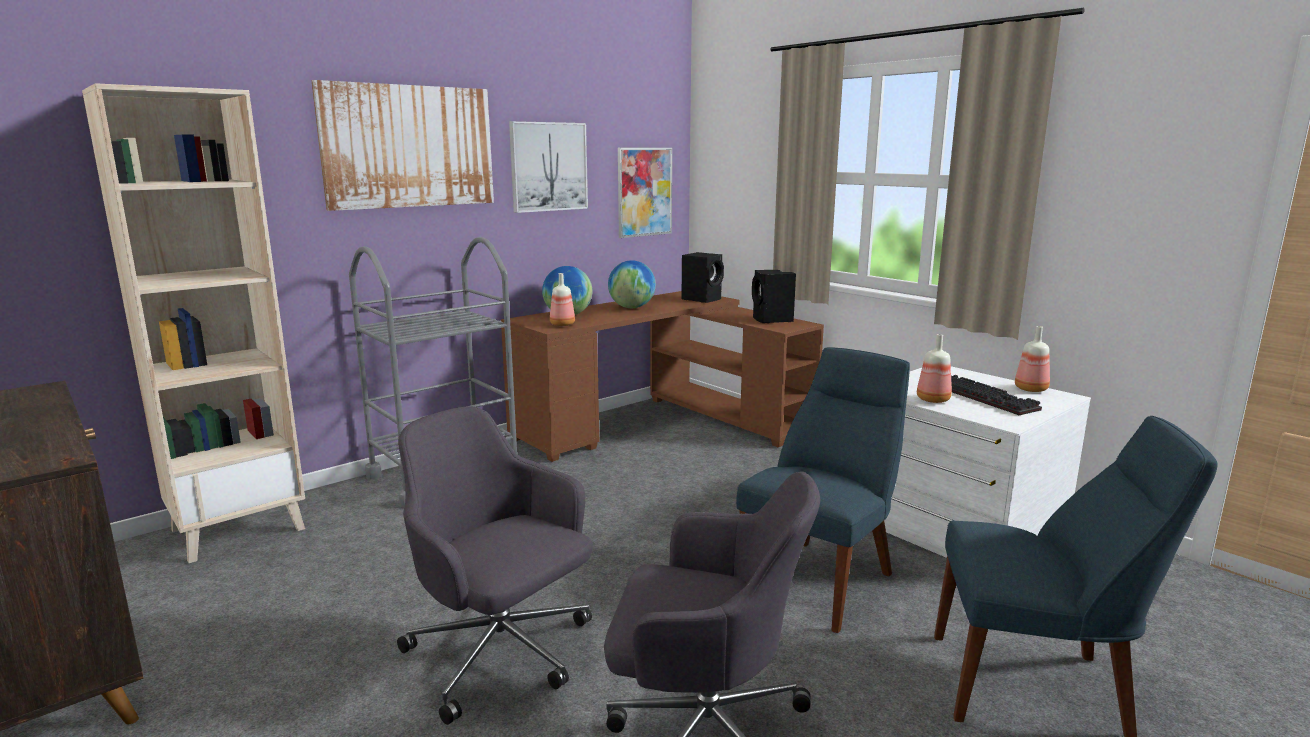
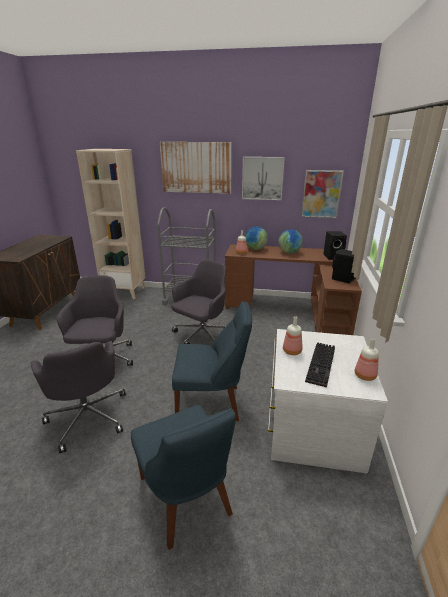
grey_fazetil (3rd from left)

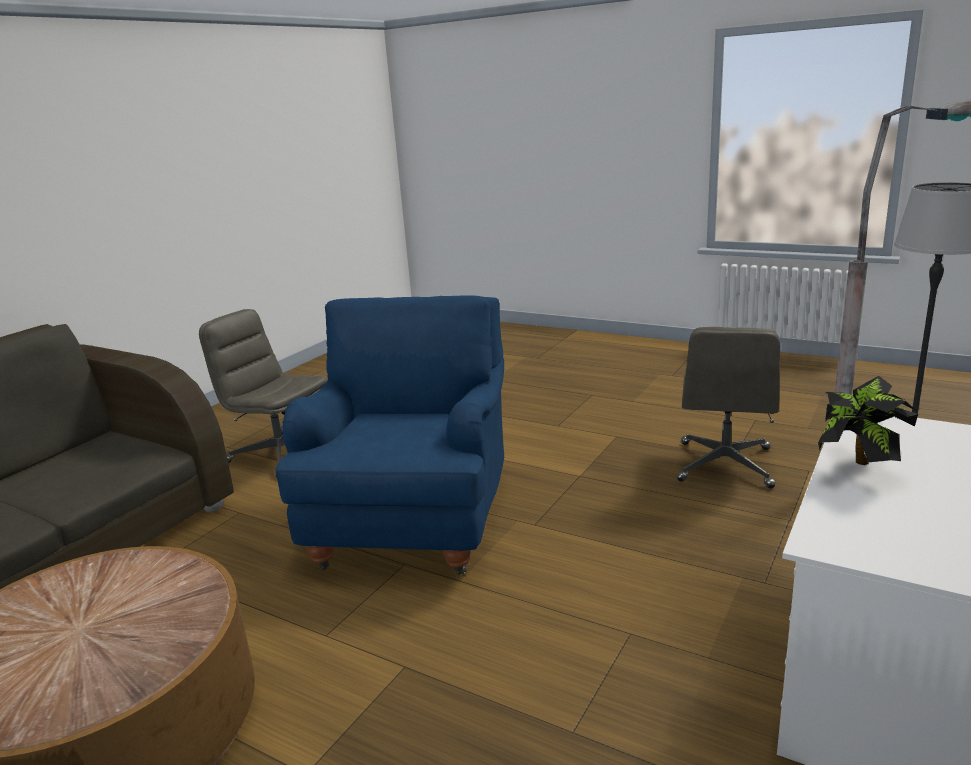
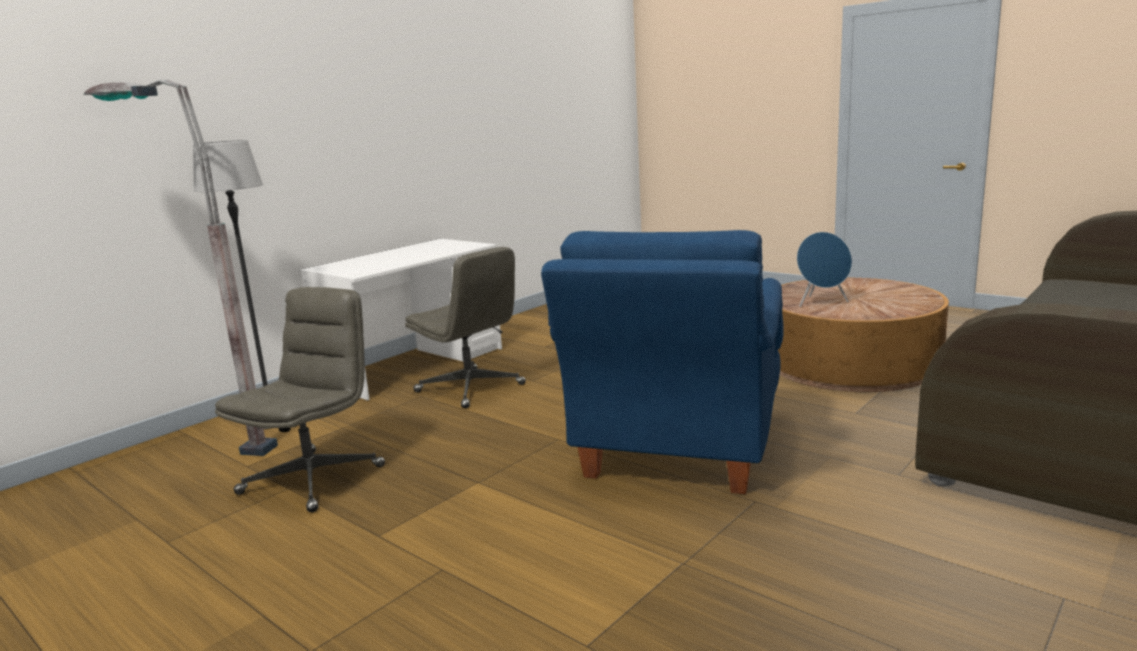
grey_fazetil (2nd from left); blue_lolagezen; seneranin

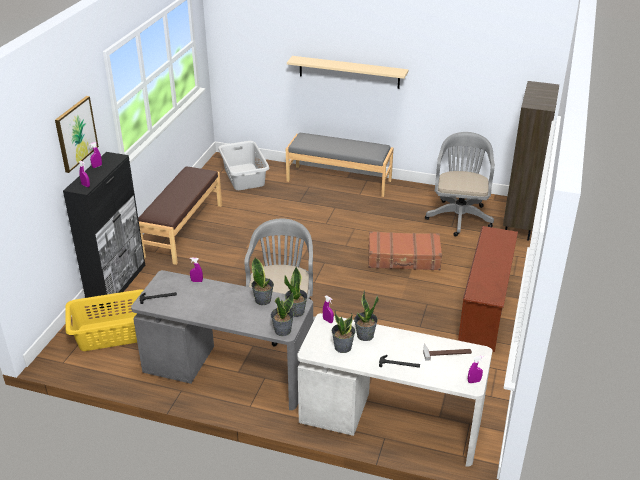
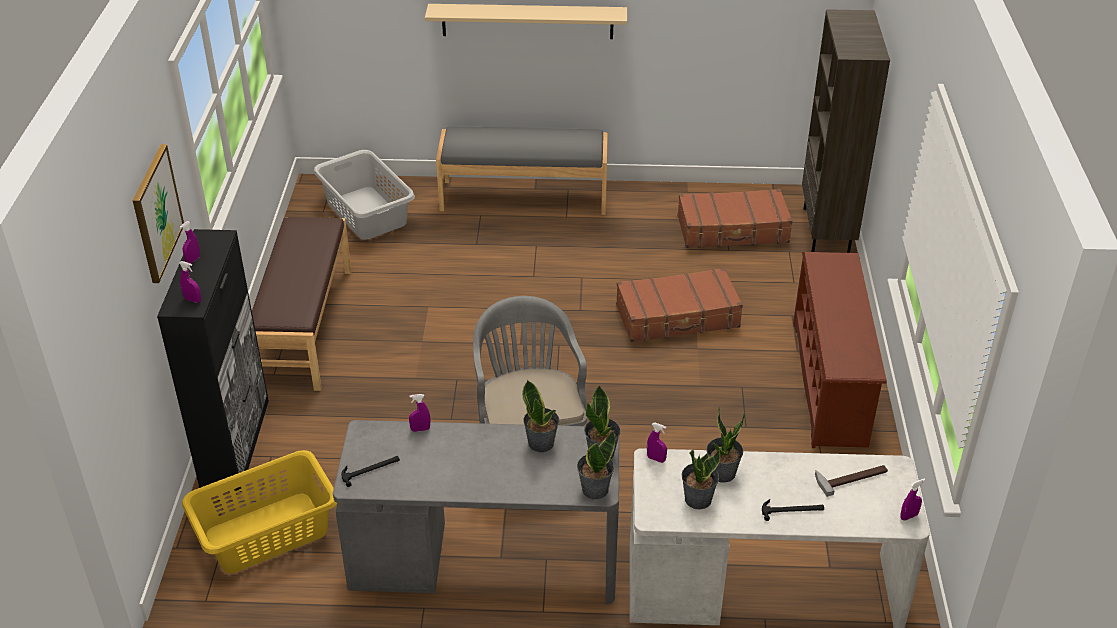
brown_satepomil (2nd from left)

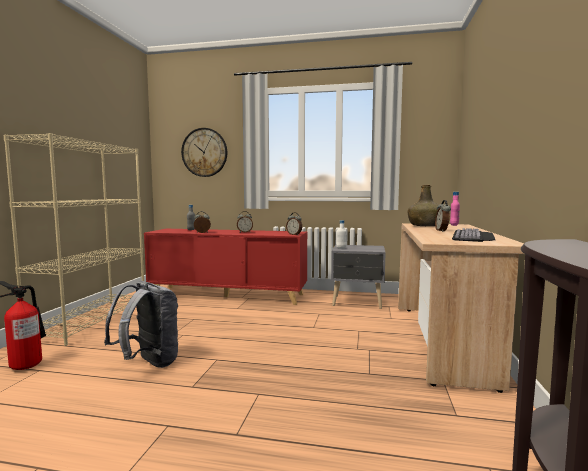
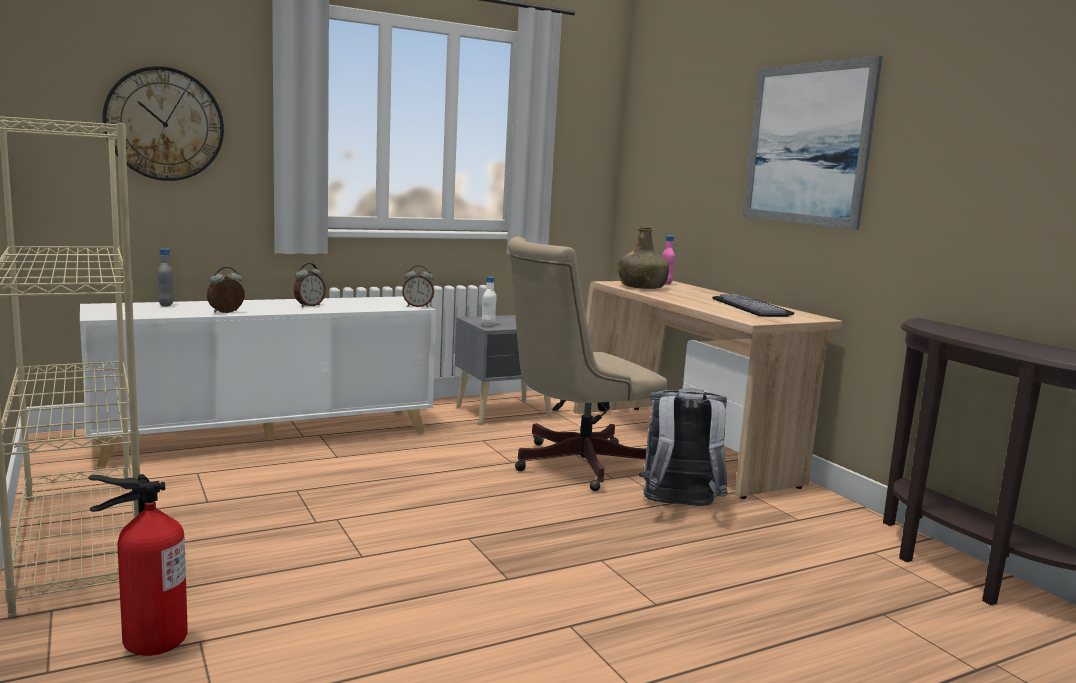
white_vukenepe; beige_fazetil; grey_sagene; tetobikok; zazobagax (4th from left in the first image)

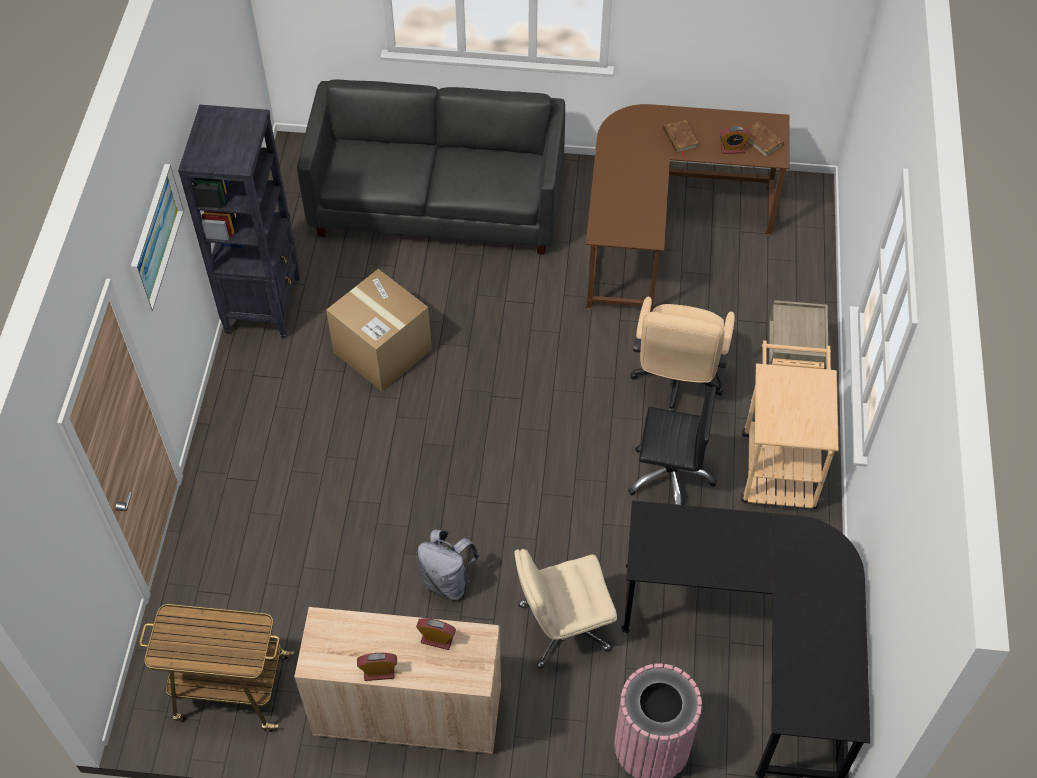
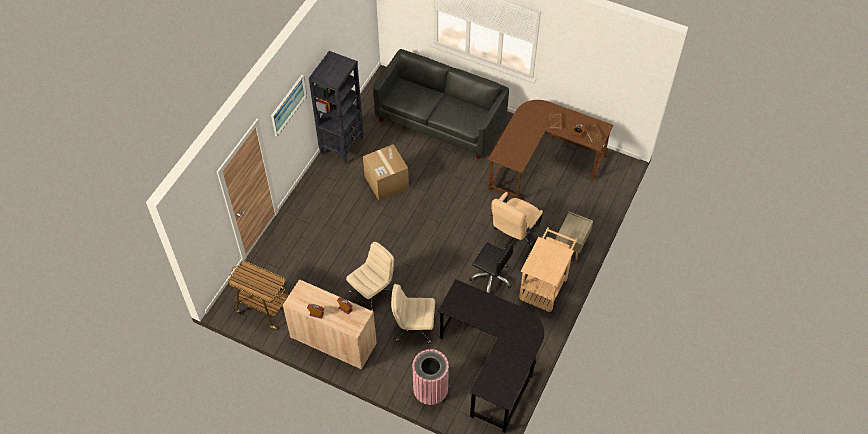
beige_fazetil (1st from left)

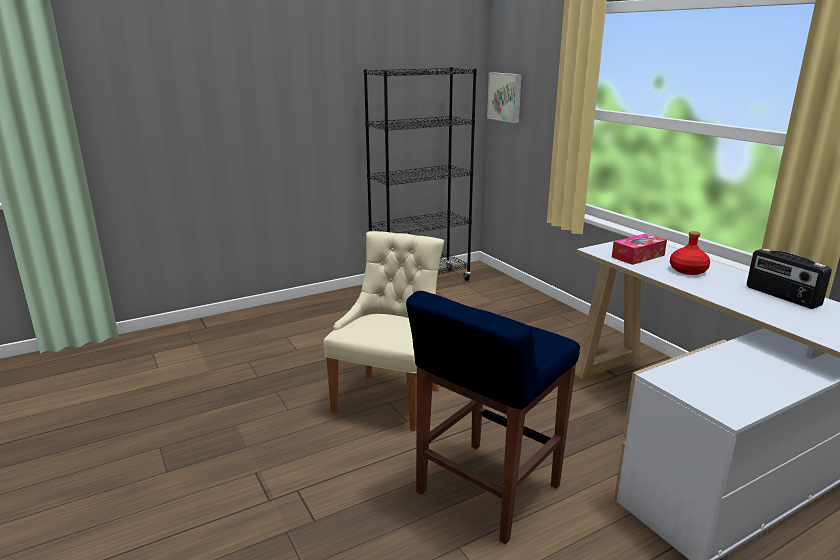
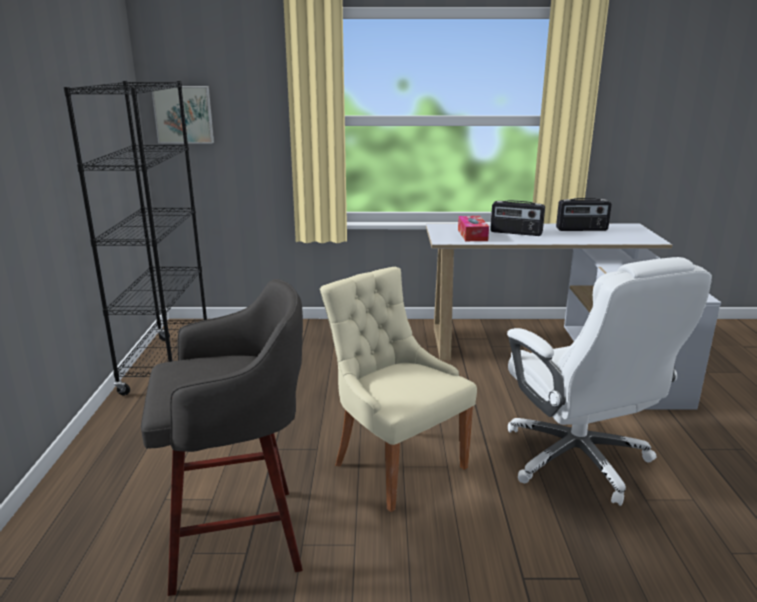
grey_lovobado; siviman (1st from left); white_fazetil

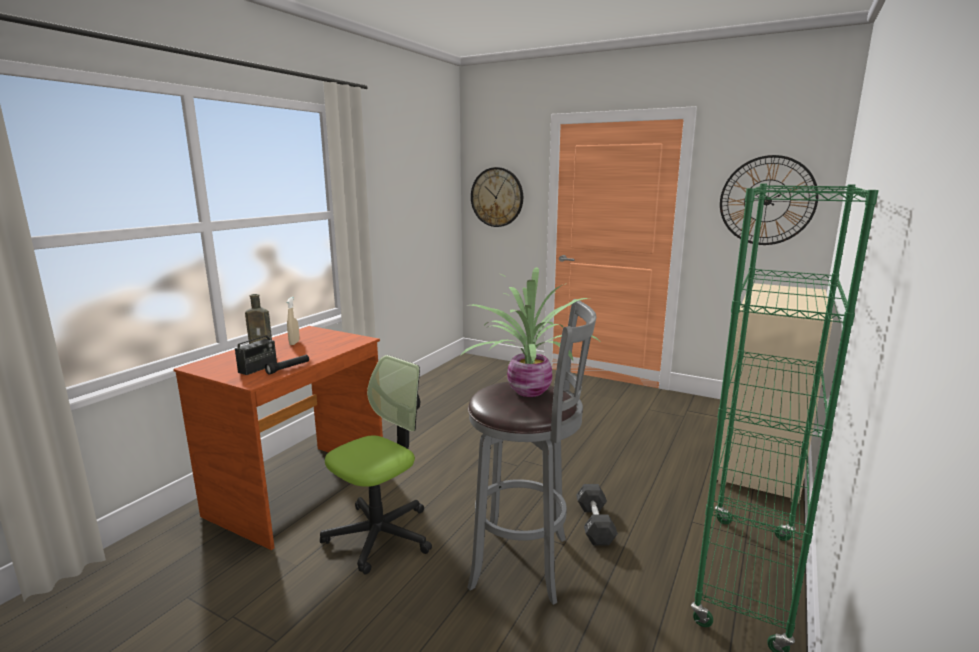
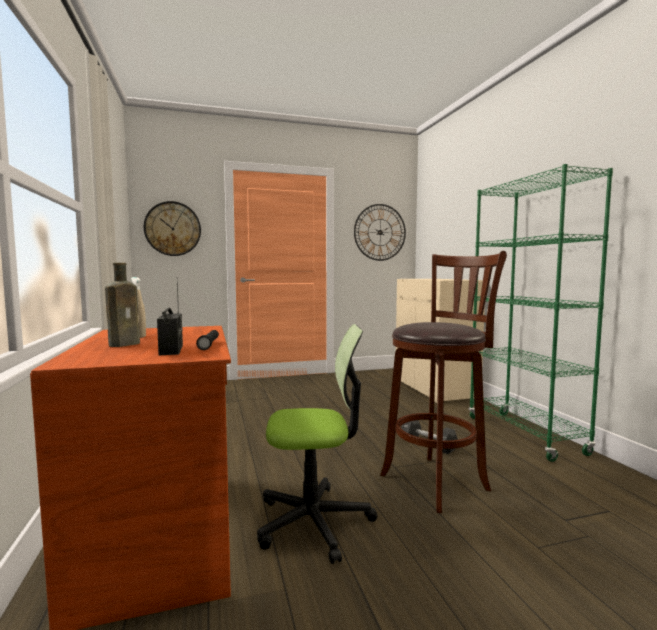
fazetil; brown_lovobado; seneranin

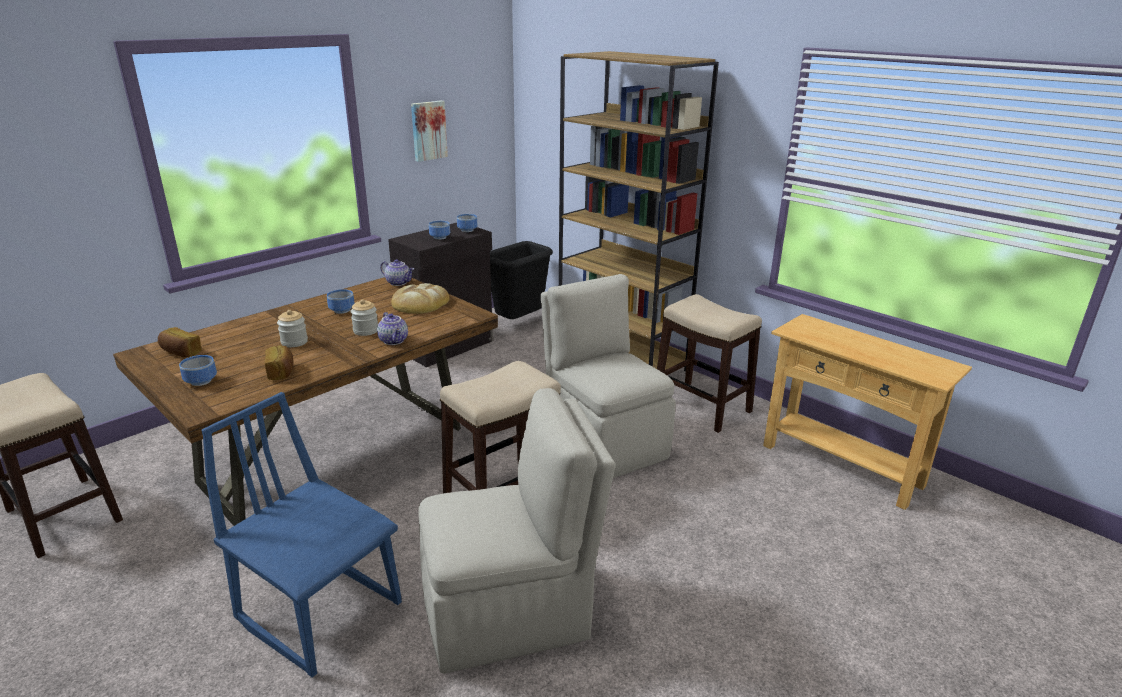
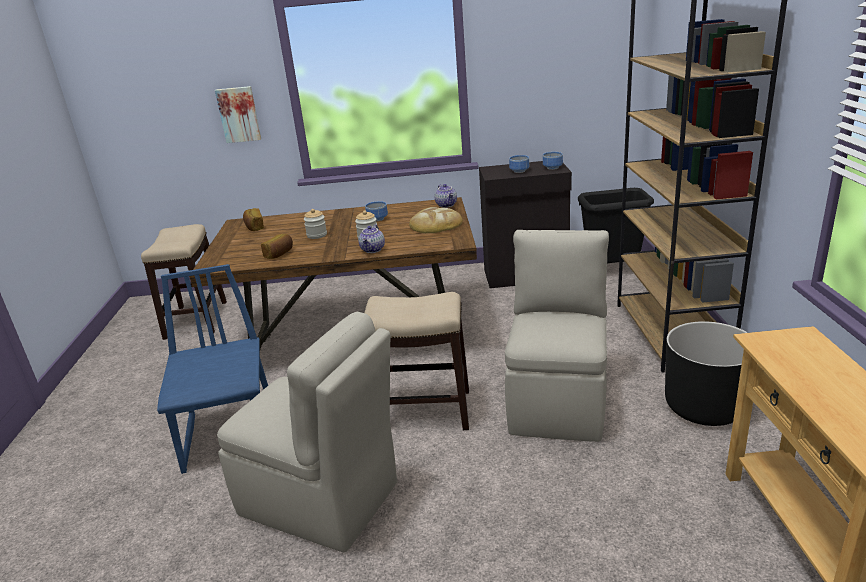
tetobikok; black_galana; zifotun (1st from left in the first image)

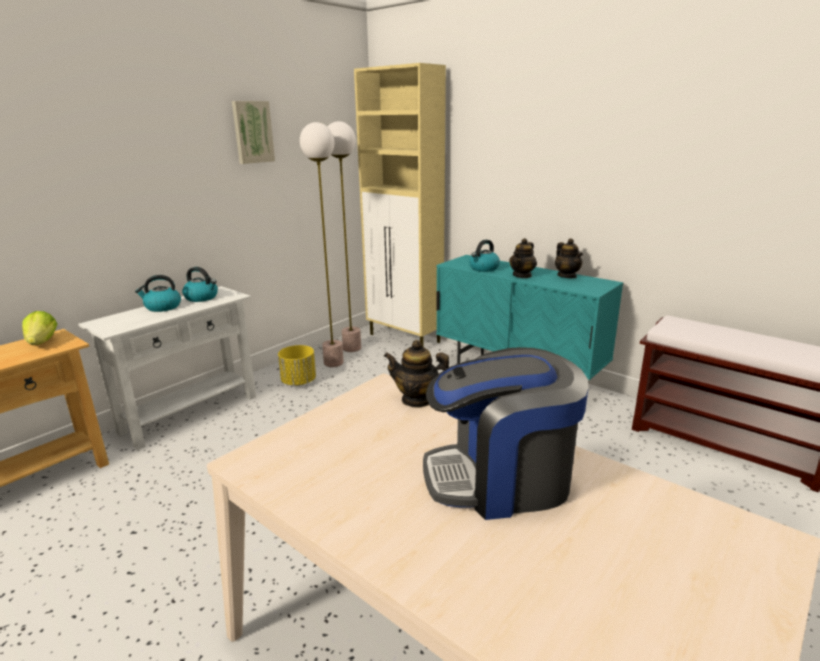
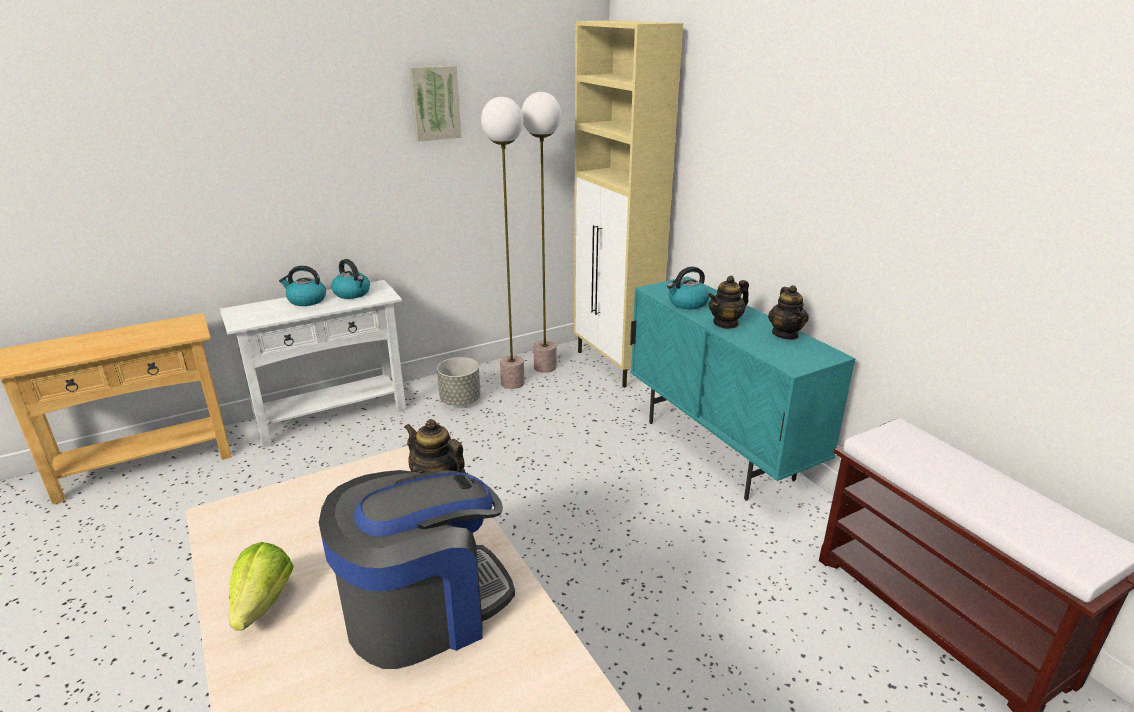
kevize; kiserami; grey_galana

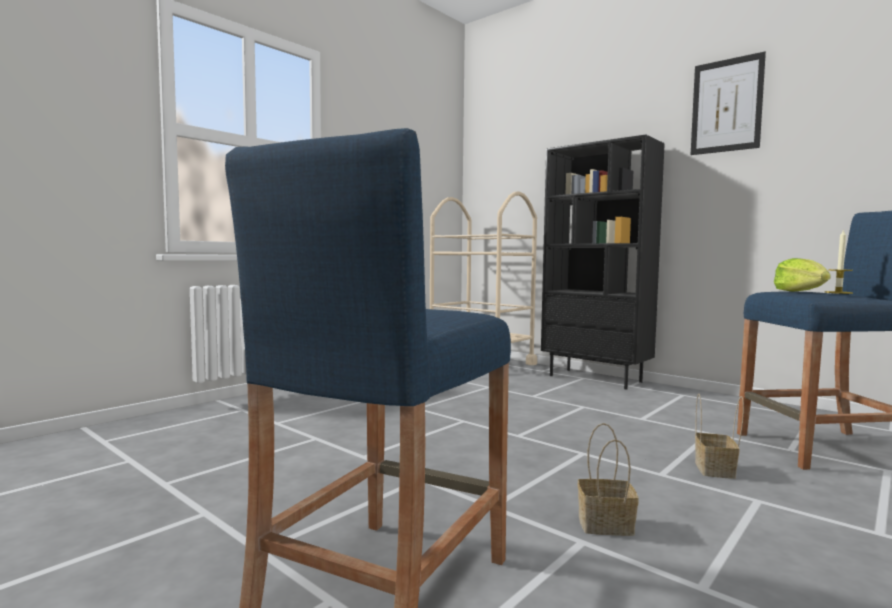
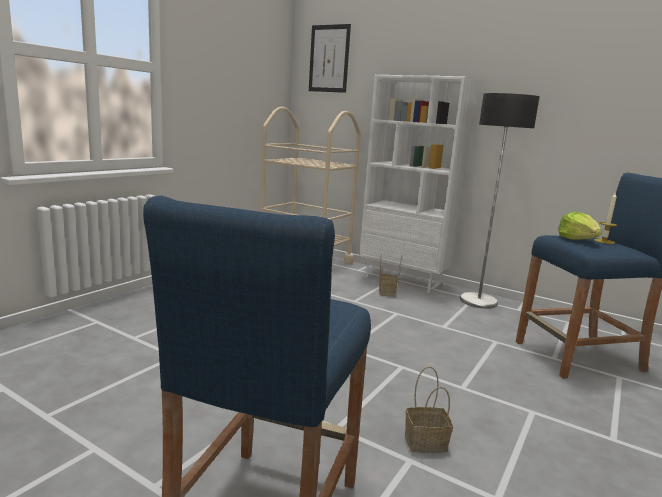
tetobikok; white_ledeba; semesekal (1st from left); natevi

